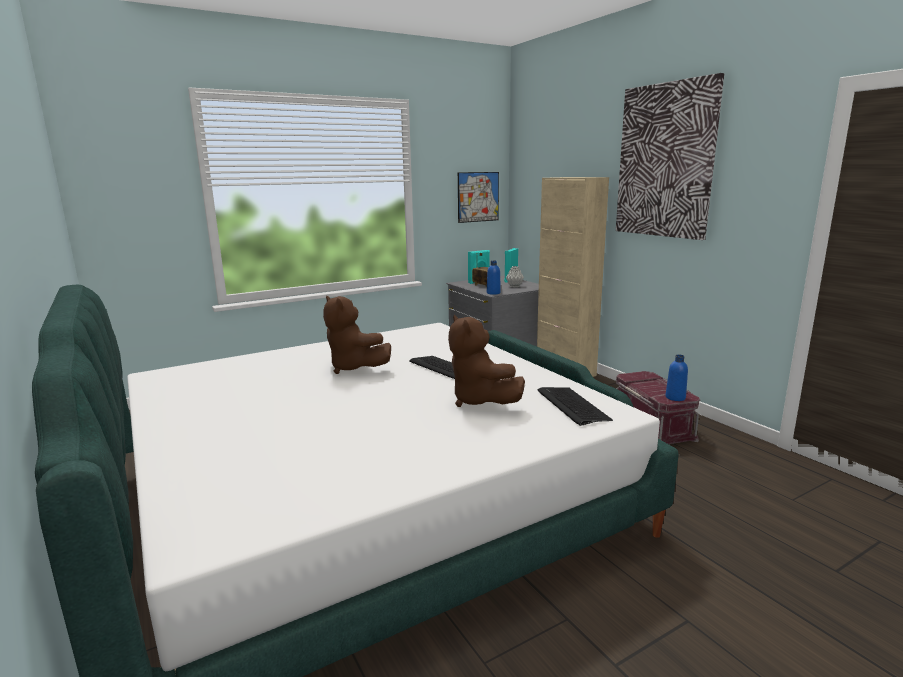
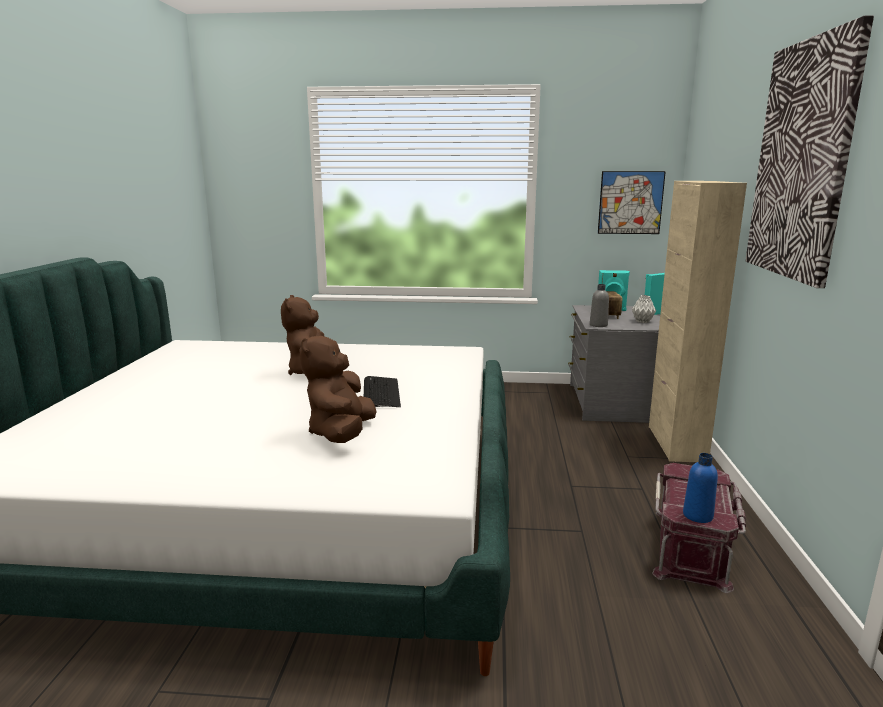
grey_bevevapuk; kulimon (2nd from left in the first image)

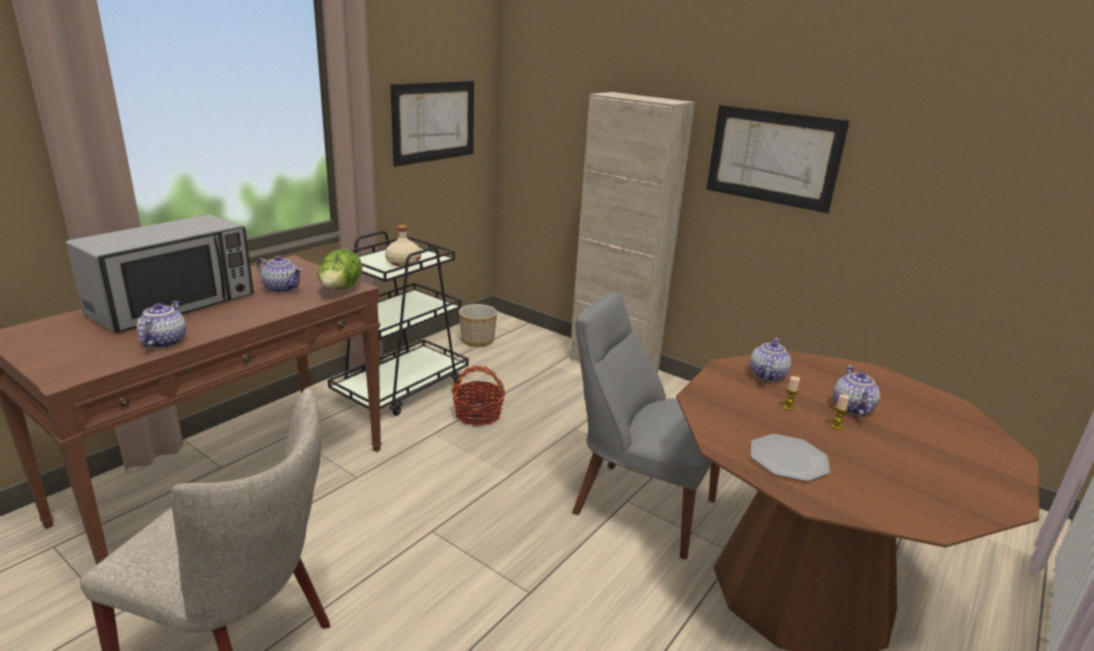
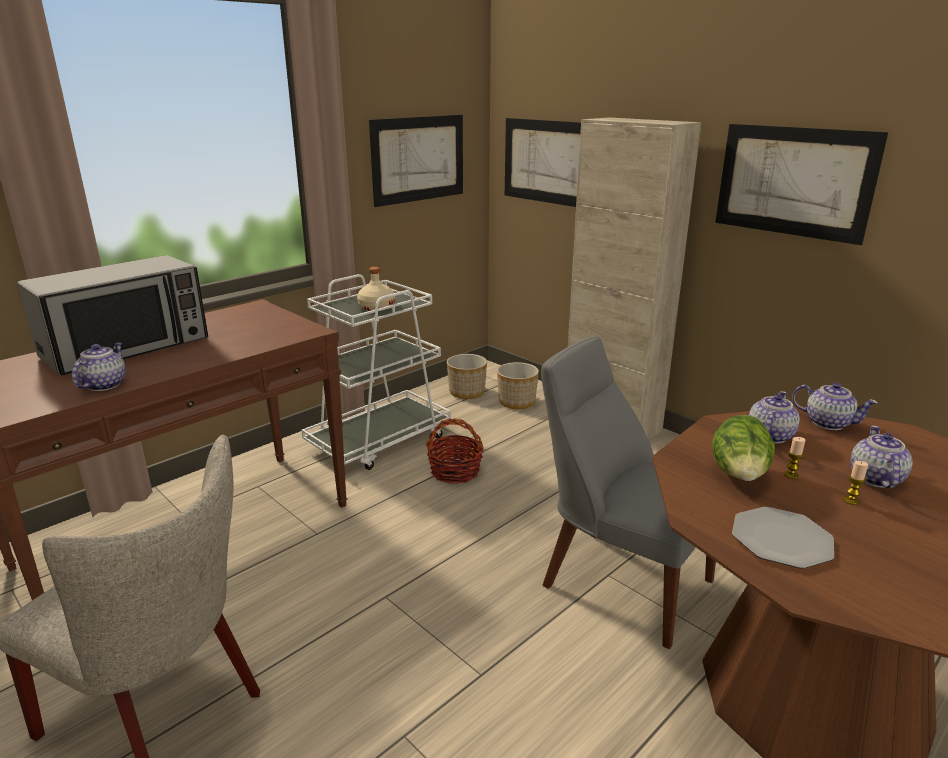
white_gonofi; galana (2nd from left); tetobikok (2nd from left); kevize; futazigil (3rd from left)

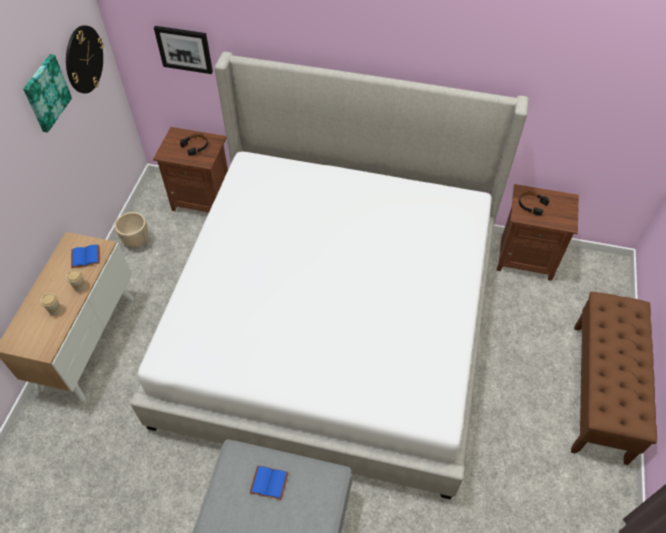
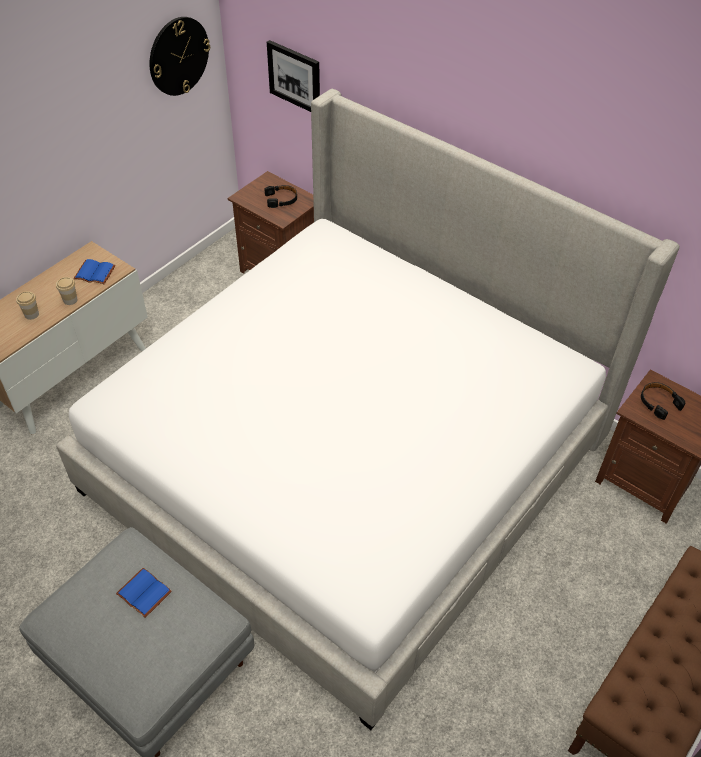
tetobikok (1st from left in the first image); beige_galana

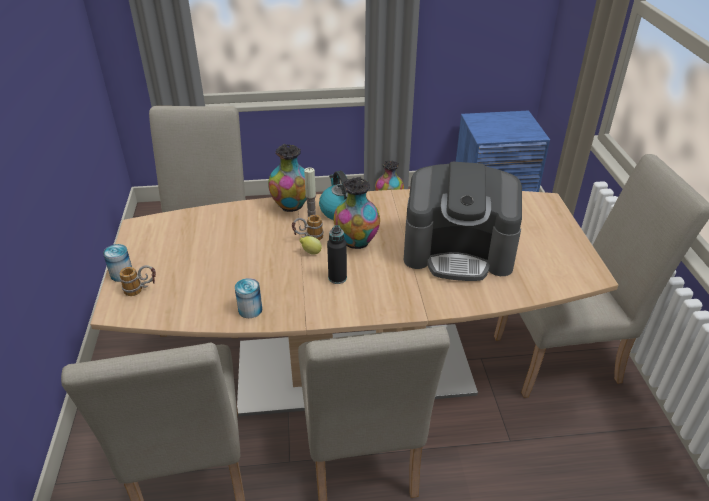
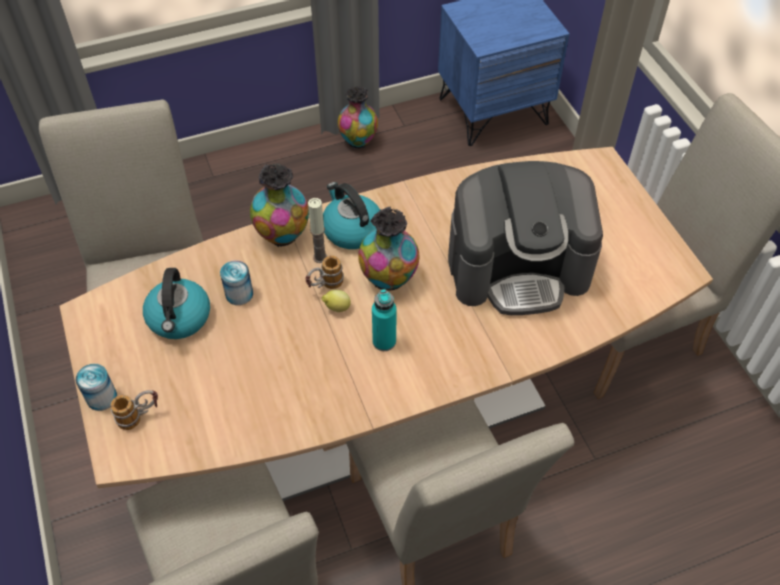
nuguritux (1st from left); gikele (2nd from left); turquoise_bevevapuk

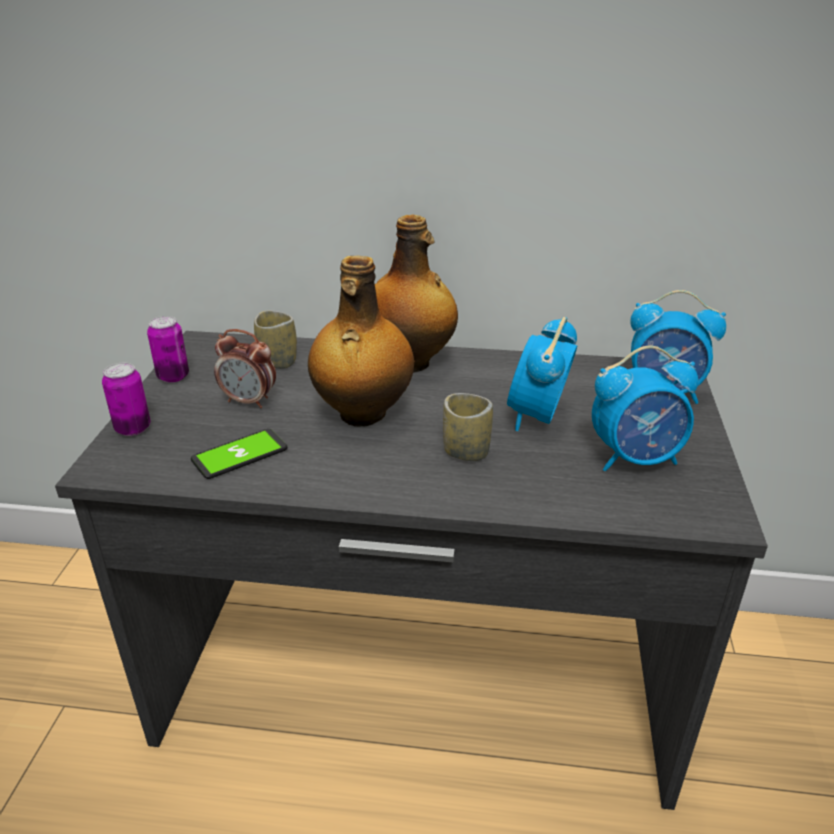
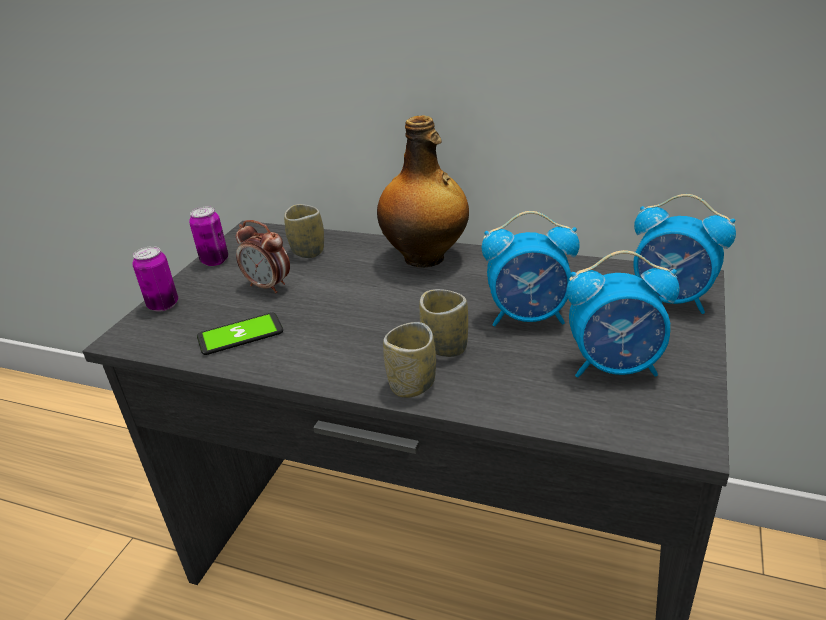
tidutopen (2nd from left); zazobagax (2nd from left); bevevapuk (1st from left in the first image)

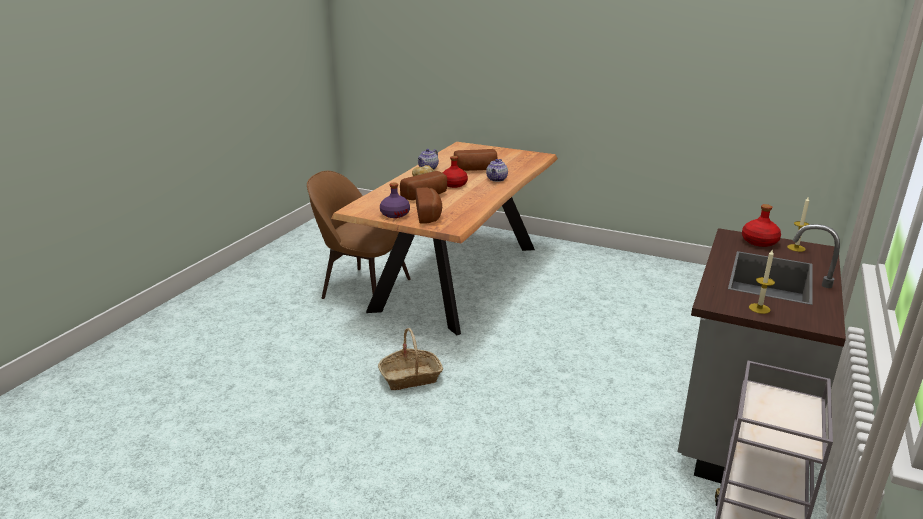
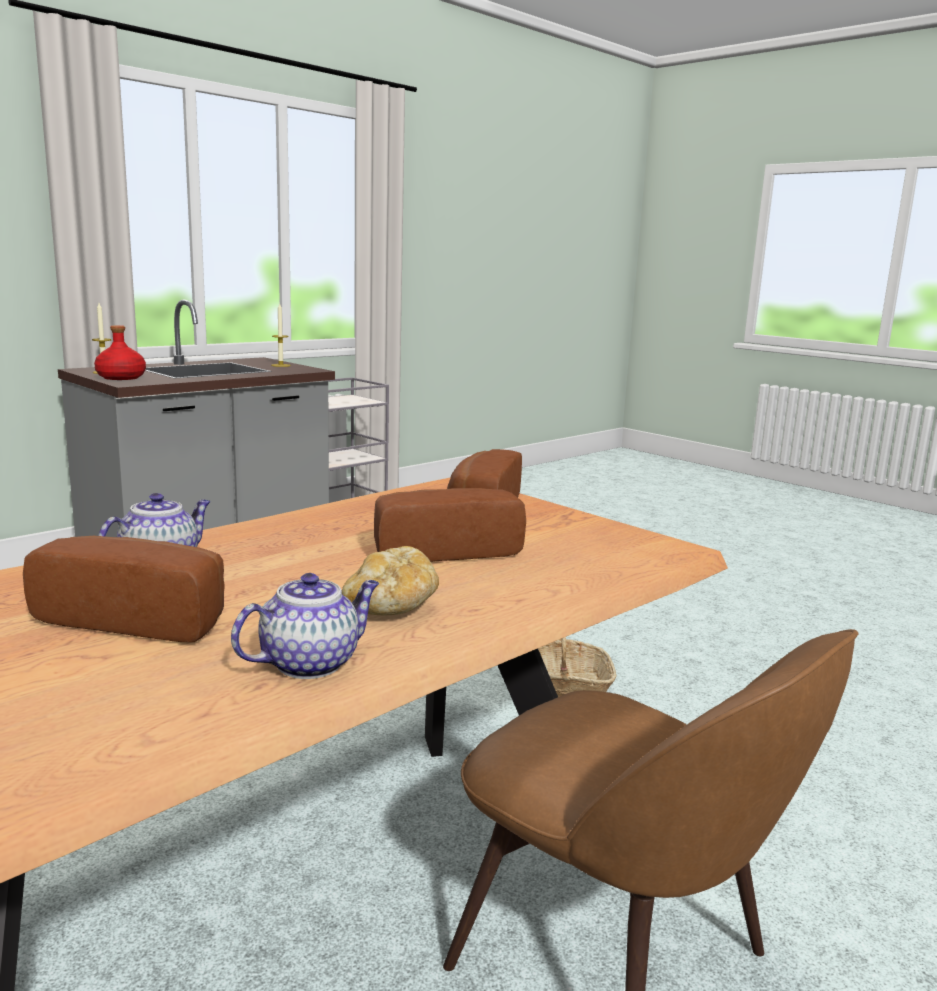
purple_bevevapuk; red_bevevapuk (1st from left in the first image)

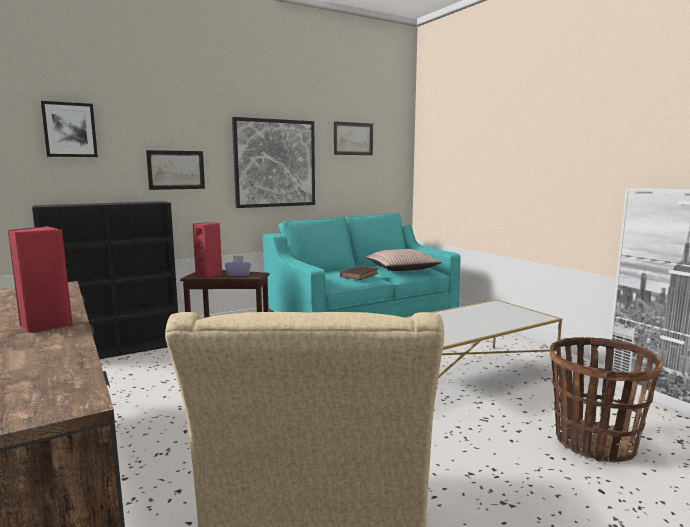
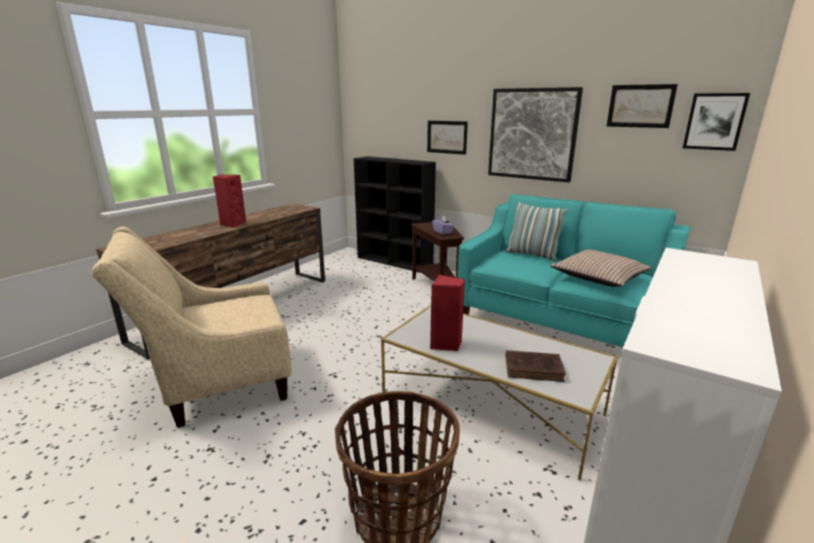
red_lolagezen (2nd from left); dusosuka (1st from left); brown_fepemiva; tetobikok (4th from left)

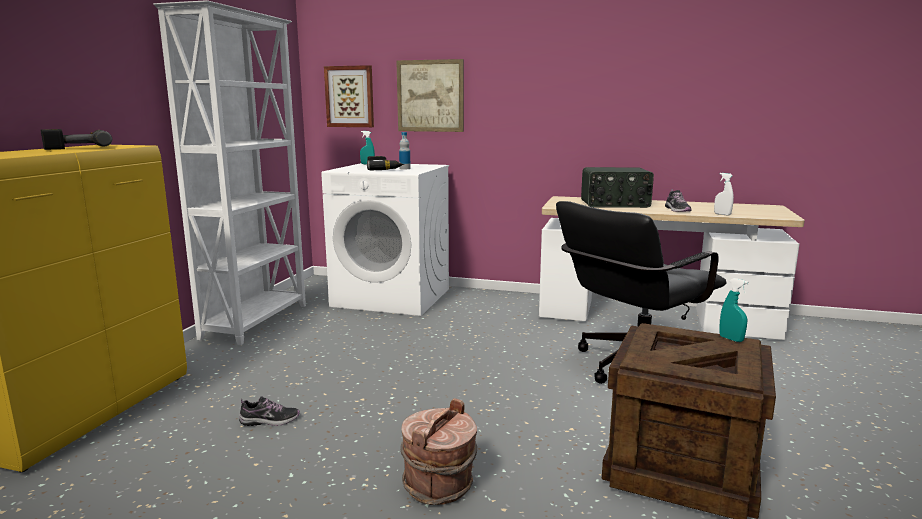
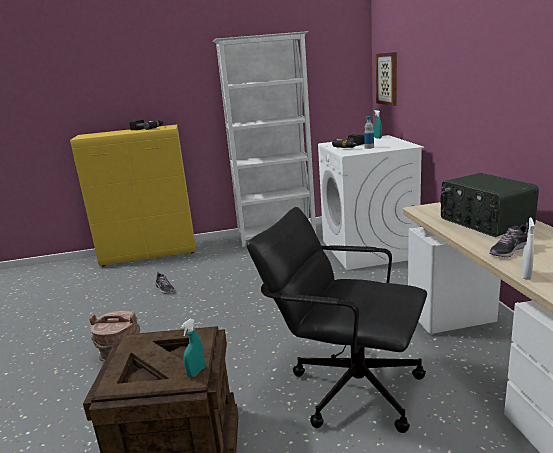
tetobikok (2nd from left in the first image)

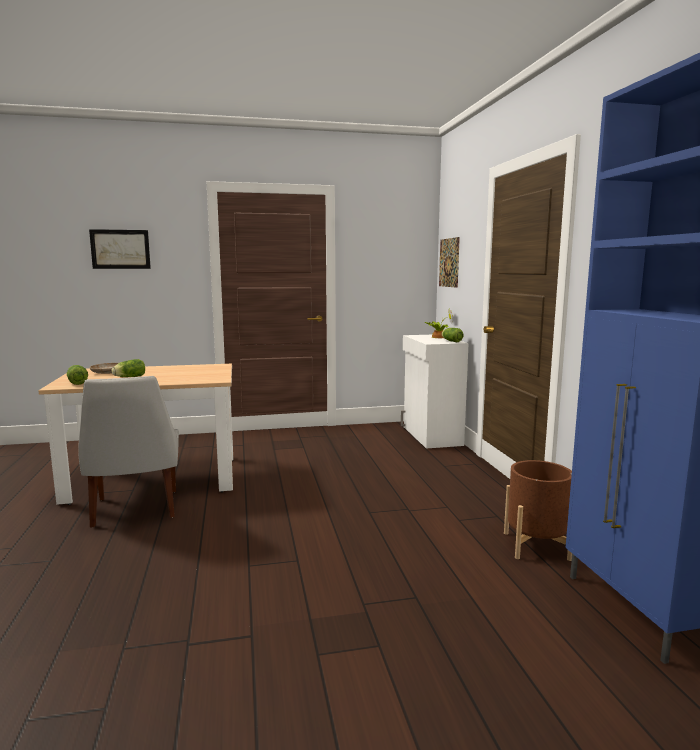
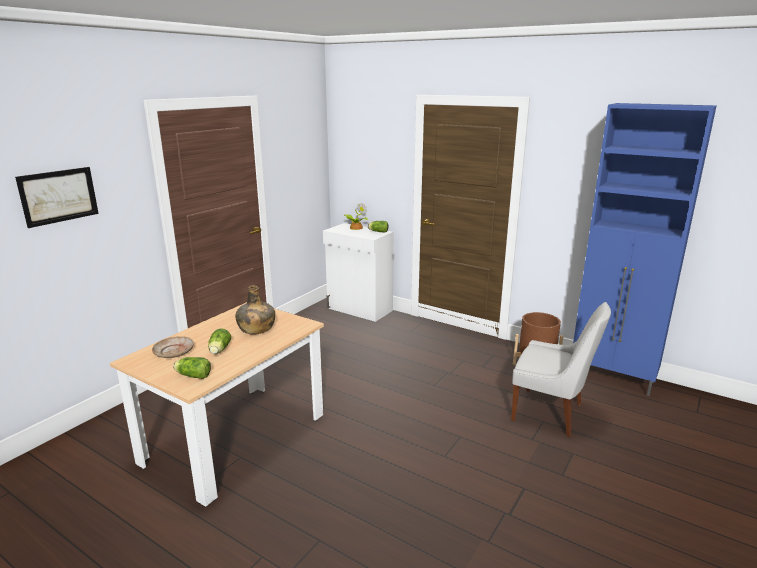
green_bevevapuk; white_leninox; tetobikok (2nd from left in the first image)

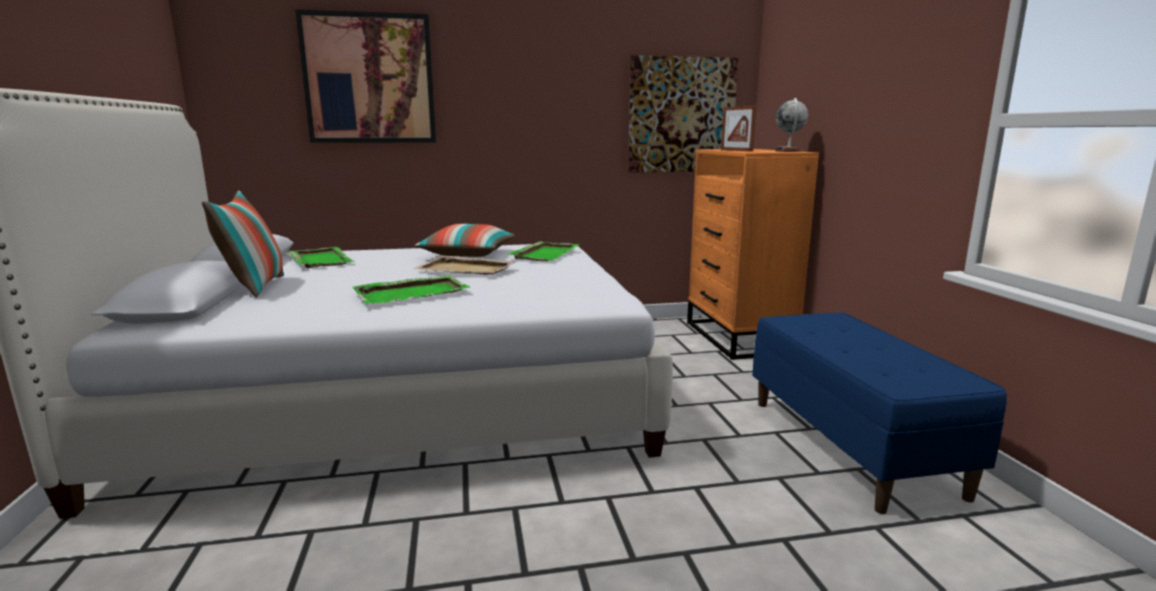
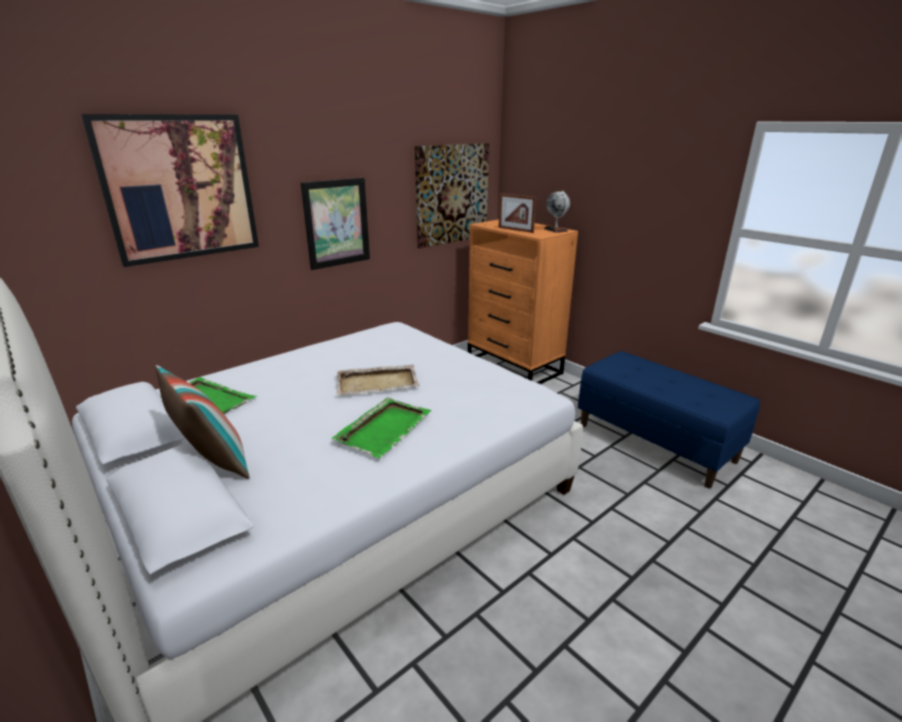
tetobikok (2nd from left); dusosuka (2nd from left in the first image); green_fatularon (3rd from left in the first image)

